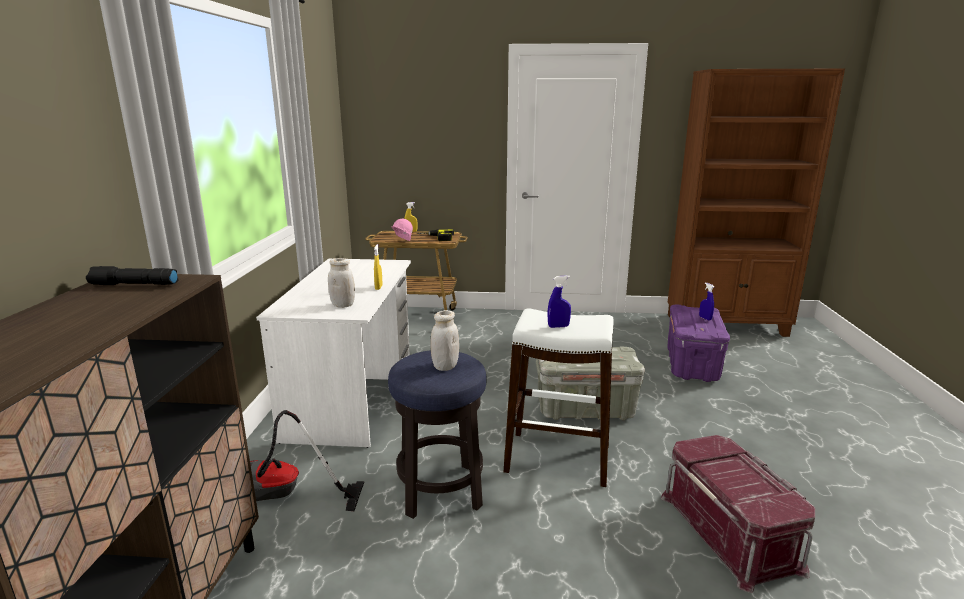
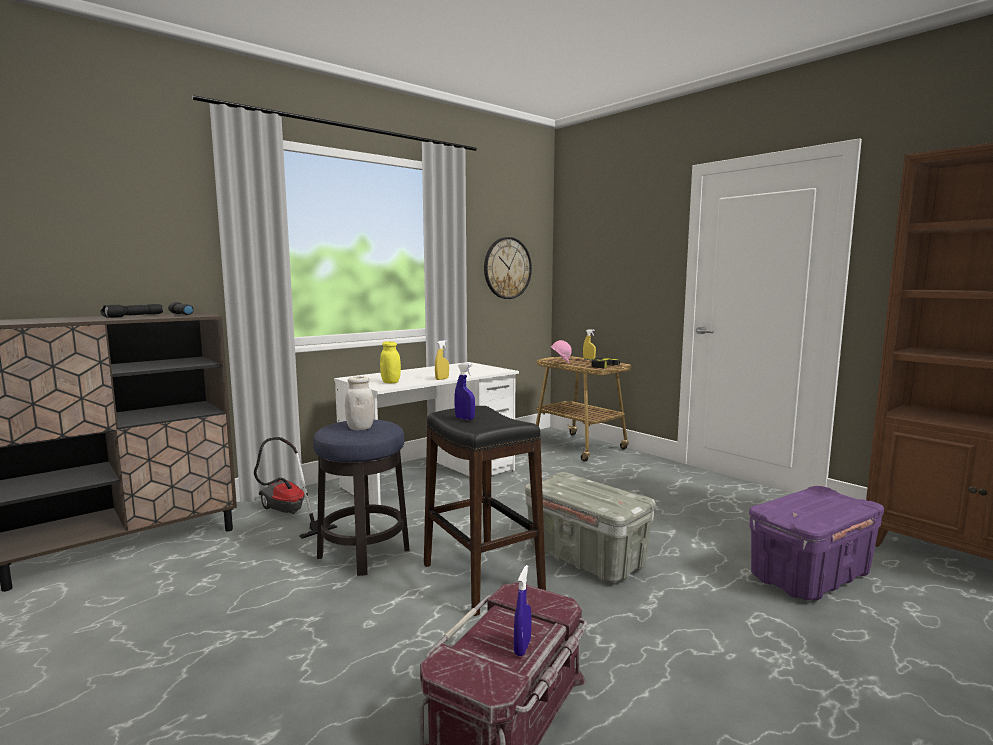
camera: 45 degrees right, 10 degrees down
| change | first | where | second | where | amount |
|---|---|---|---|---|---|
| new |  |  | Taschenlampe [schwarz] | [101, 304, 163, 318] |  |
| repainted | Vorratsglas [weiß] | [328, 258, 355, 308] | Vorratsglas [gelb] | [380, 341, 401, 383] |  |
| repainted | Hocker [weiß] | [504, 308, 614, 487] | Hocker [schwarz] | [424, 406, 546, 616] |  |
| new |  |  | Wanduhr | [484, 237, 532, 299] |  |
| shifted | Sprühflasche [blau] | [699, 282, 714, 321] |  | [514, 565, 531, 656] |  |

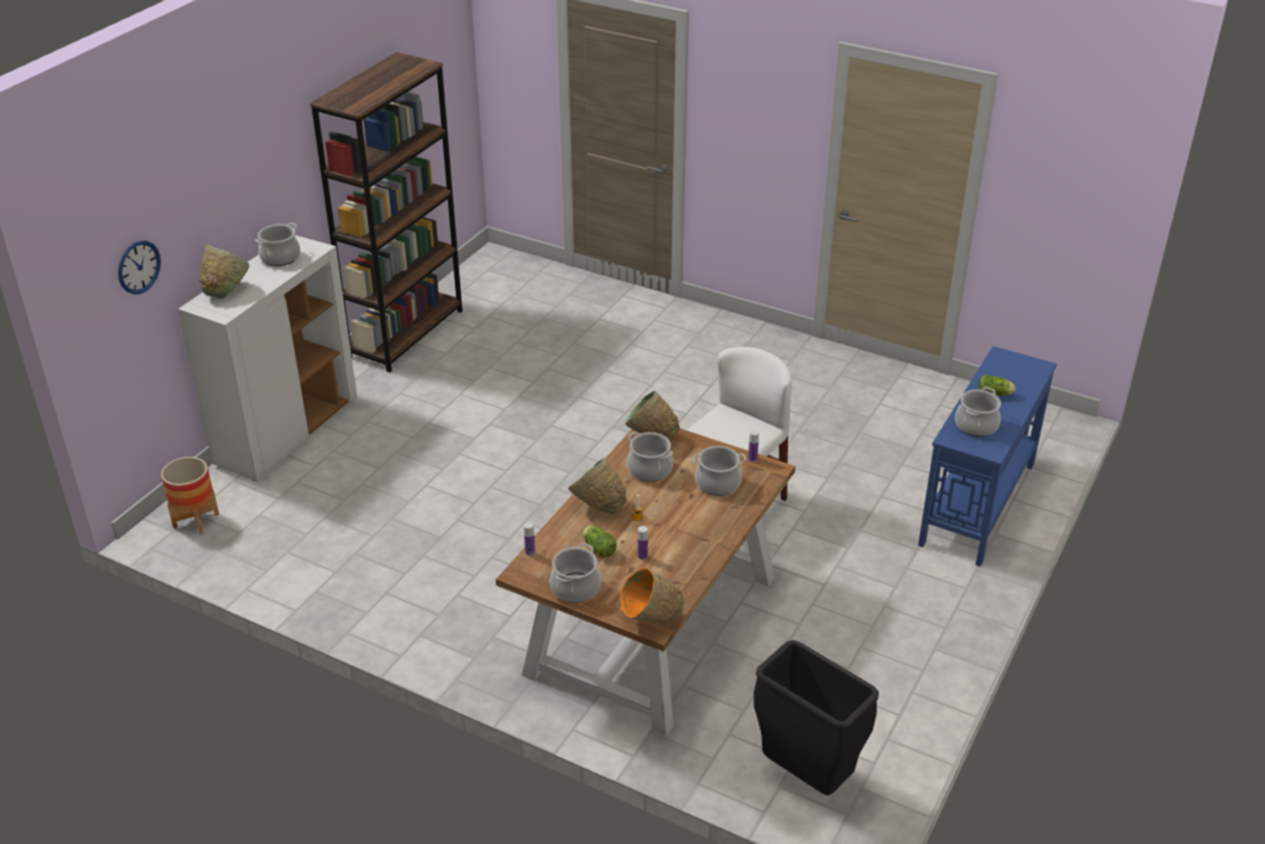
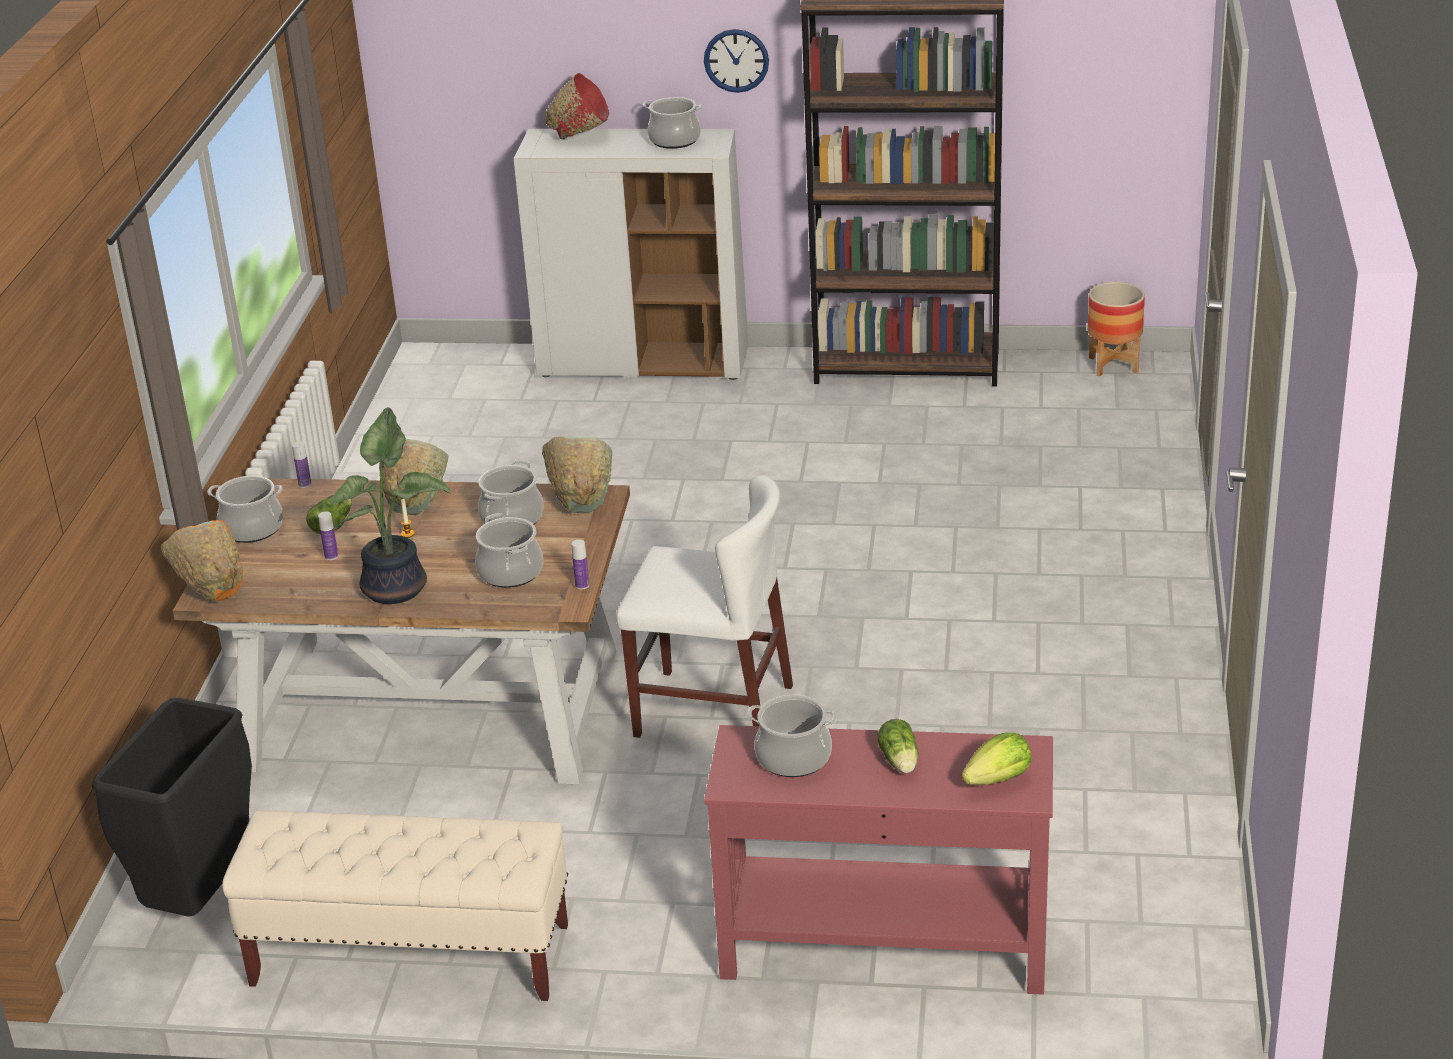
camera: 70 degrees right, 5 degrees down
| change | first | where | second | where | amount |
|---|---|---|---|---|---|
| new |  |  | Bank [beige] | [222, 810, 568, 1001] |  |
| new |  |  | Topfpflanze | [331, 407, 451, 604] |  |
| repainted | Schüssel [grün] | [199, 245, 249, 299] | Schüssel [rot] | [546, 73, 609, 140] |  |
| shifted | Wanduhr | [118, 240, 161, 294] |  | [704, 29, 769, 93] |  |
| repainted | Konsolentisch [blau] | [918, 346, 1057, 567] | Konsolentisch [rot] | [704, 725, 1053, 995] |  |
| new |  |  | Salatkopf | [962, 733, 1032, 785] |  |
| shifted | Pflanzkübel | [161, 457, 219, 535] |  | [1088, 282, 1145, 377] |  |

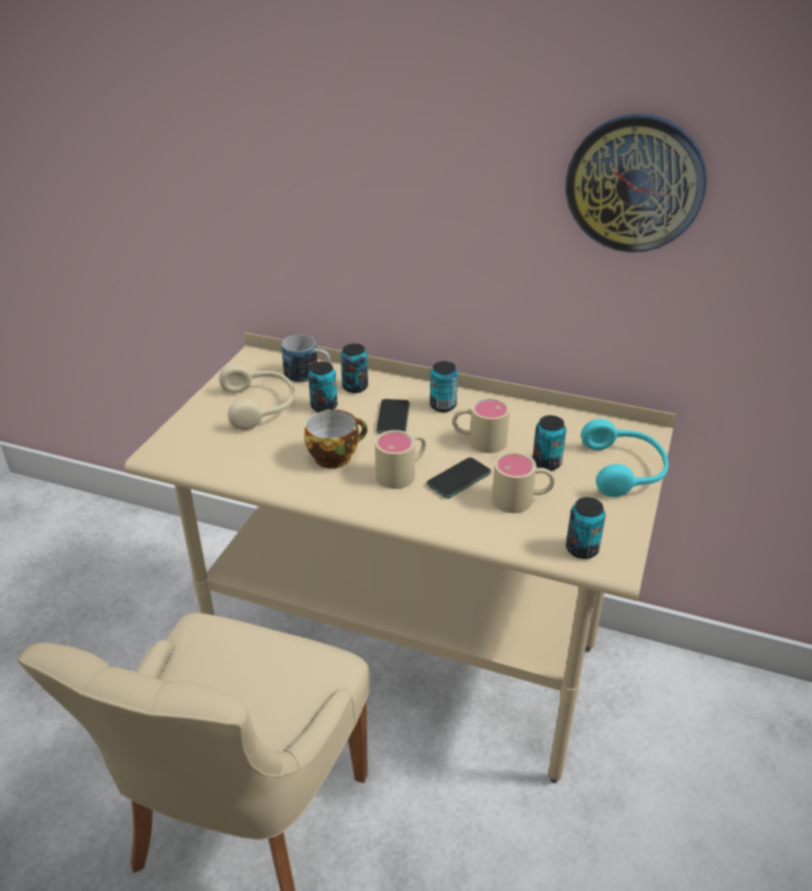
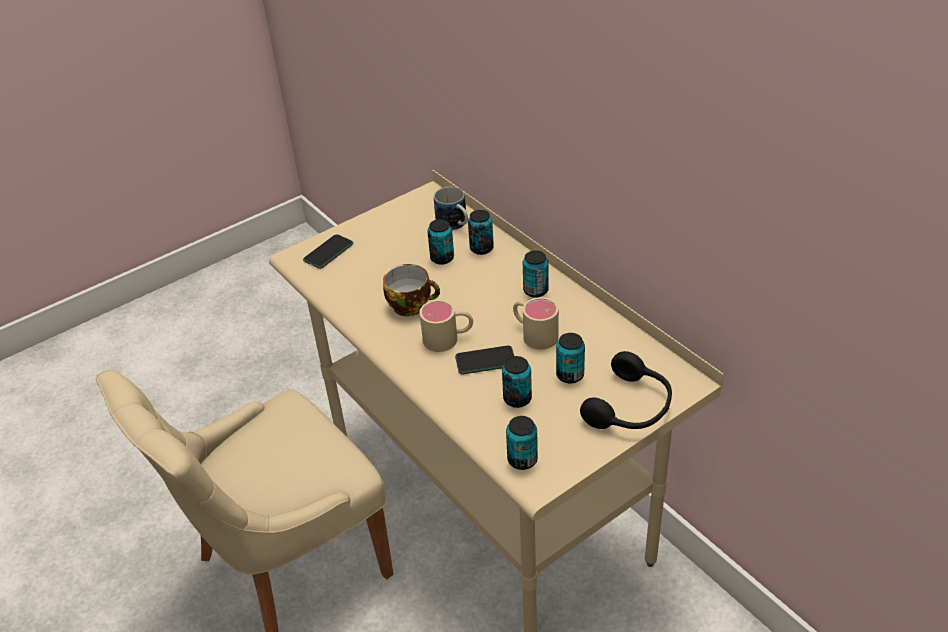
camera: 35 degrees right, 5 degrees up
| change | first | where | second | where | amount |
|---|---|---|---|---|---|
| shifted | Handy | [376, 399, 410, 434] |  | [303, 234, 353, 269] |  |
| swapped | Henkelbecher [beige] | [492, 452, 555, 513] | Dose | [502, 356, 532, 408] |  |
| repainted | Kopfhörer [türkis] | [581, 419, 668, 497] | Kopfhörer [schwarz] | [580, 351, 672, 429] |  |
| gone | Kopfhörer [beige] | [219, 364, 295, 430] |  |  |  |
| gone | Wanduhr | [566, 114, 707, 252] |  |  |  |

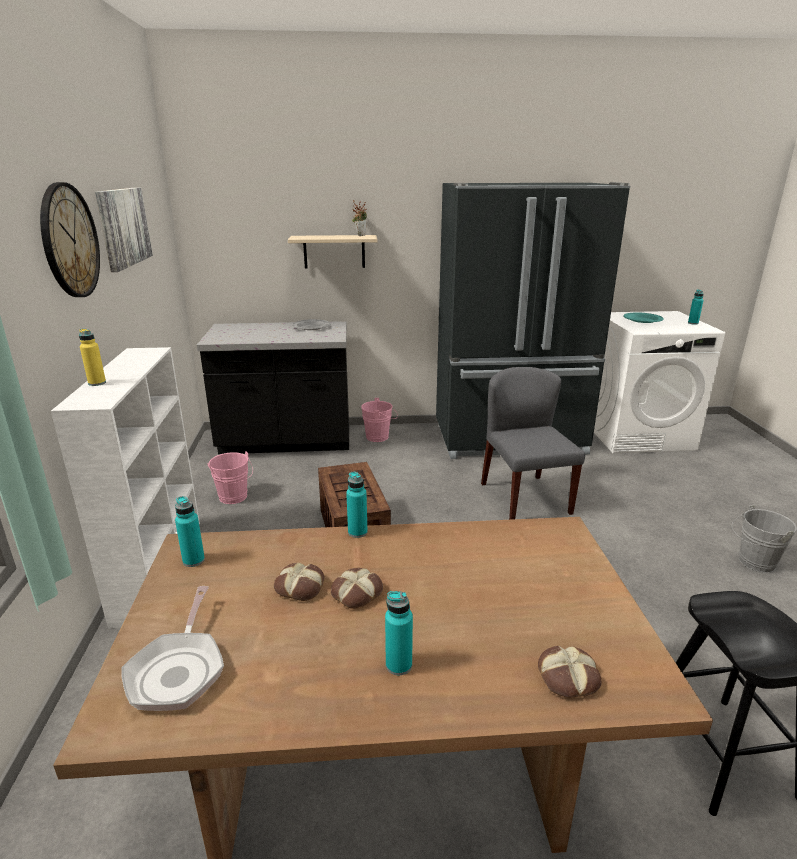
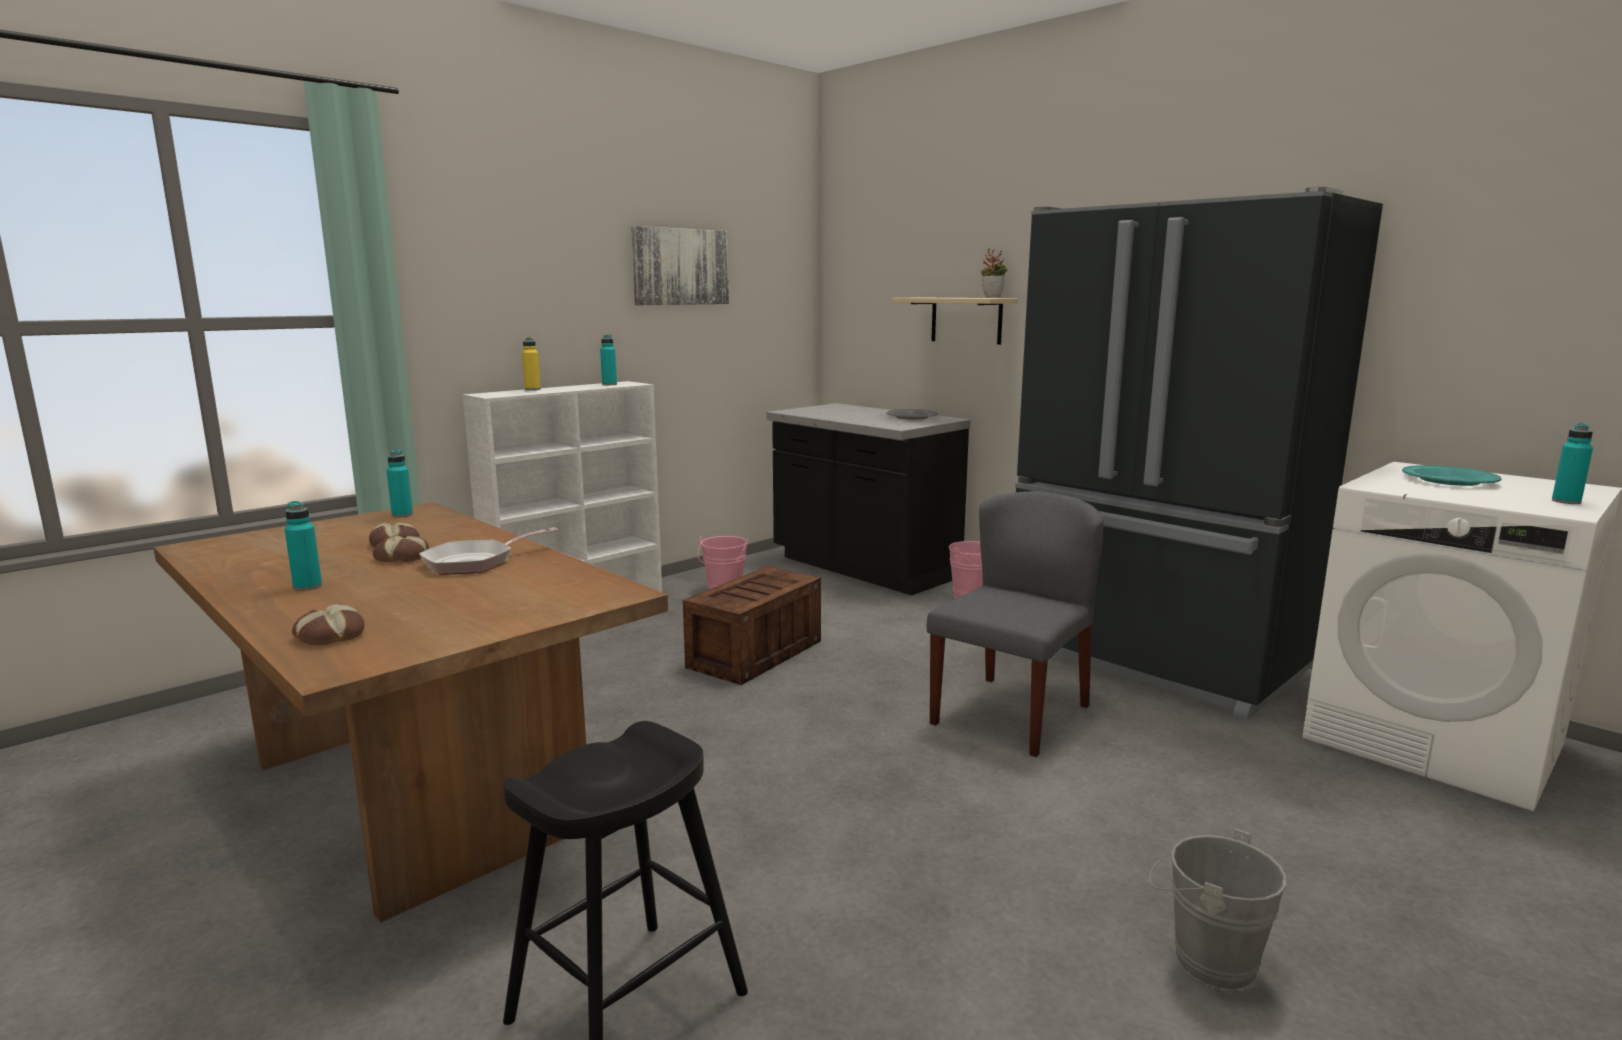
camera: 50 degrees right, 10 degrees down
| change | first | where | second | where | amount |
|---|---|---|---|---|---|
| shifted | Pfanne | [121, 586, 224, 711] |  | [419, 527, 558, 575] |  |
| shifted | Flasche [türkis] | [346, 471, 368, 538] |  | [600, 334, 617, 385] |  |
| gone | Wanduhr | [40, 182, 100, 297] |  |  |  |

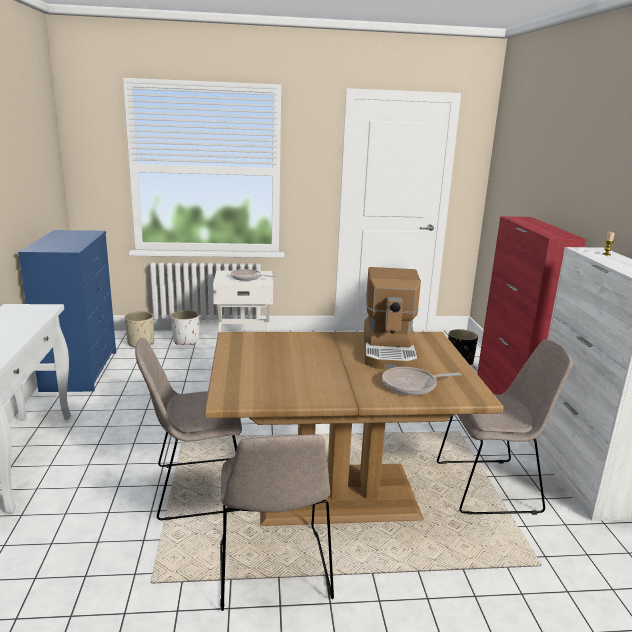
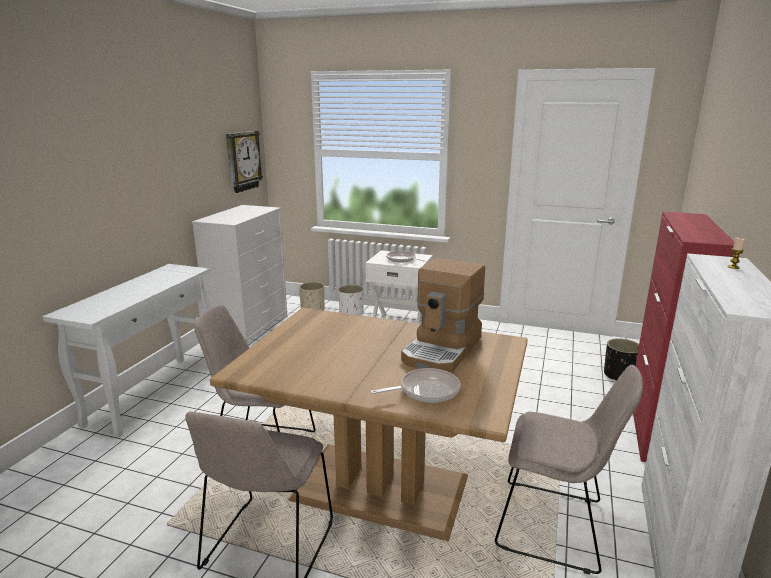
camera: 25 degrees right, 0 degrees up
| change | first | where | second | where | amount |
|---|---|---|---|---|---|
| repainted | Kommode [blau] | [18, 230, 116, 392] | Kommode [weiß] | [192, 205, 287, 344] |  |
| new |  |  | Wanduhr | [226, 131, 263, 193] |  |
| rotated | Pfanne | [382, 367, 462, 395] |  | [371, 368, 460, 403] | 150 degrees clockwise |

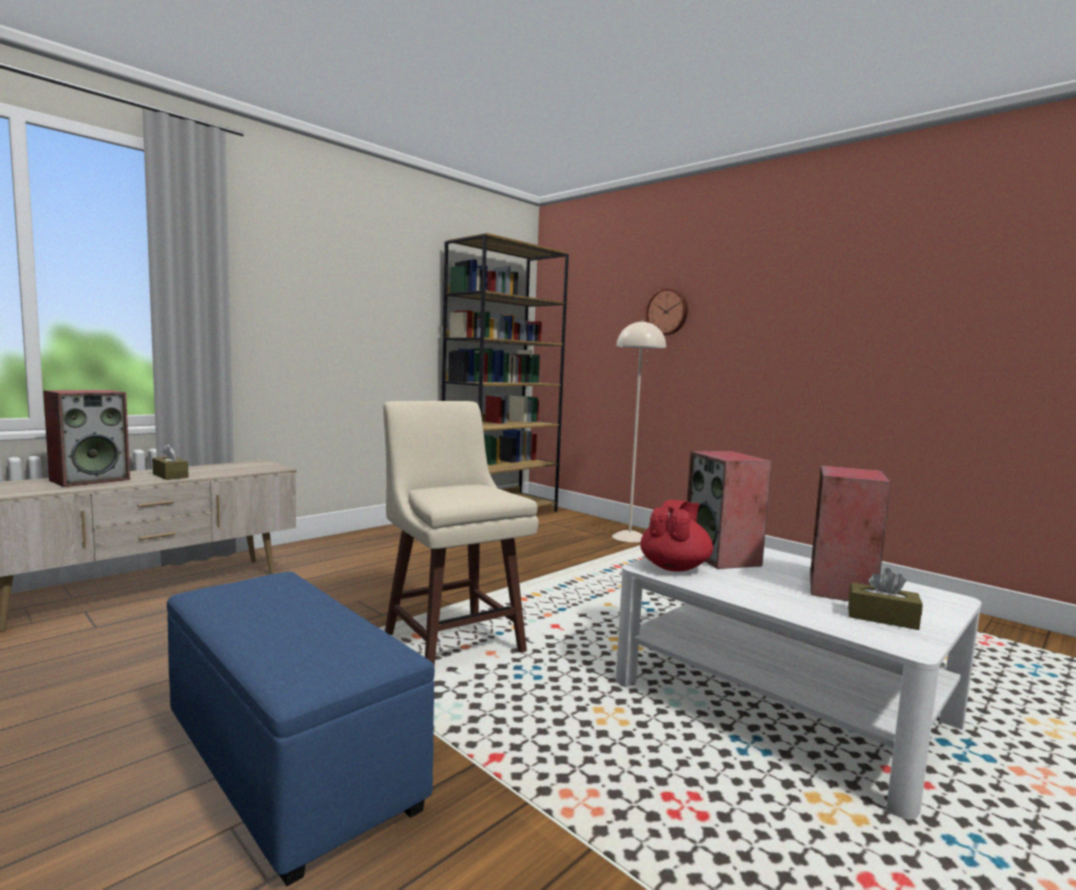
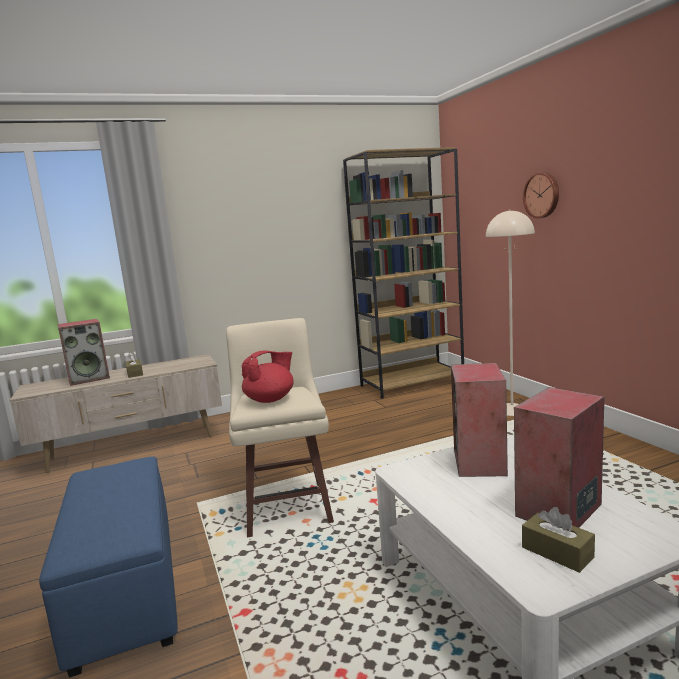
camera: 25 degrees right, 5 degrees up
| change | first | where | second | where | amount |
|---|---|---|---|---|---|
| shifted | Teekanne [rot] | [640, 500, 713, 571] |  | [241, 351, 294, 403] |  |

